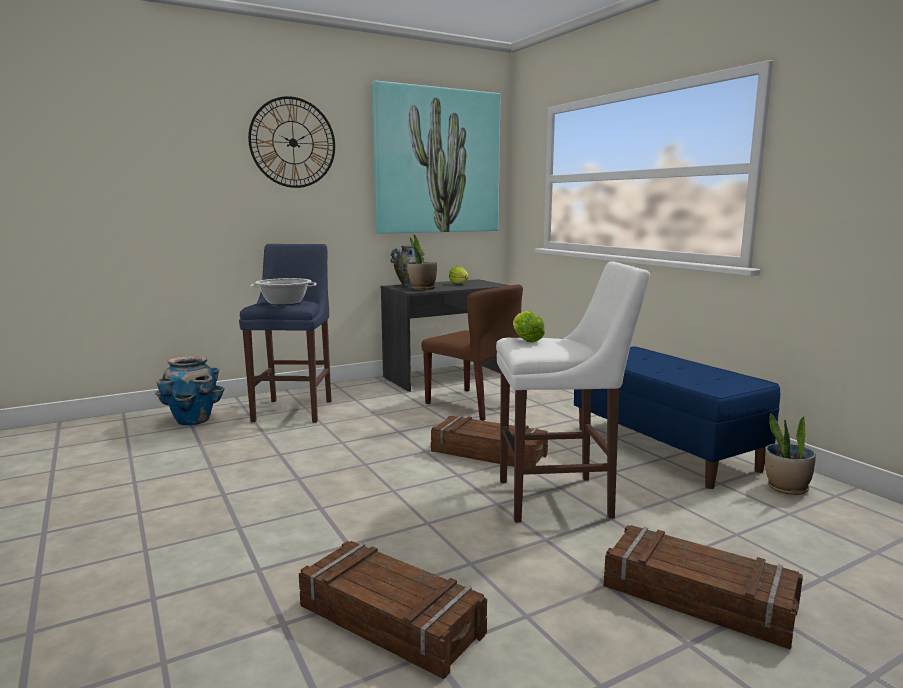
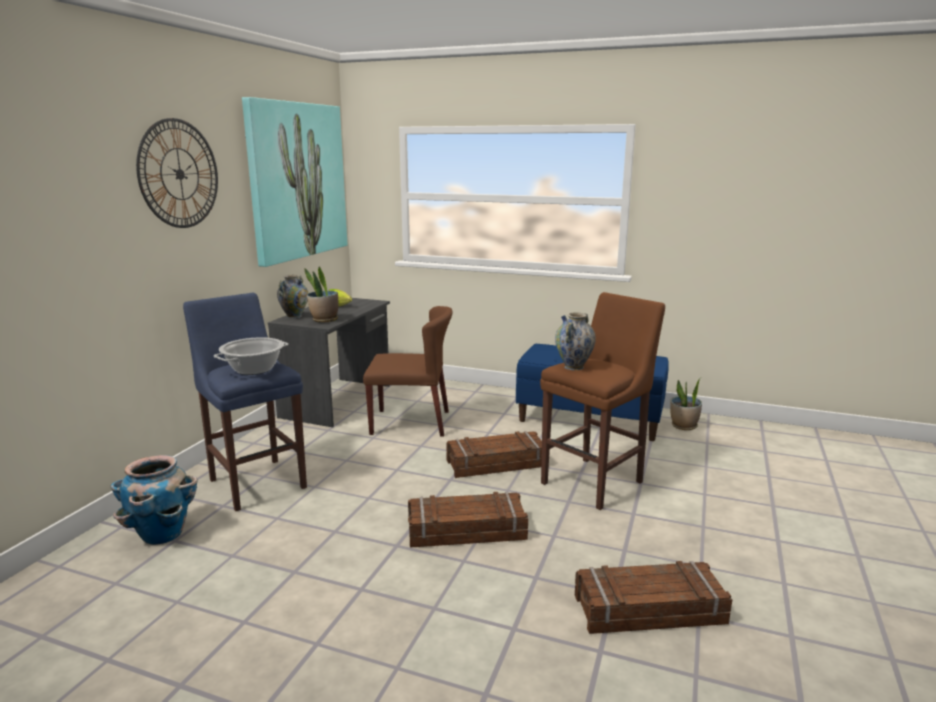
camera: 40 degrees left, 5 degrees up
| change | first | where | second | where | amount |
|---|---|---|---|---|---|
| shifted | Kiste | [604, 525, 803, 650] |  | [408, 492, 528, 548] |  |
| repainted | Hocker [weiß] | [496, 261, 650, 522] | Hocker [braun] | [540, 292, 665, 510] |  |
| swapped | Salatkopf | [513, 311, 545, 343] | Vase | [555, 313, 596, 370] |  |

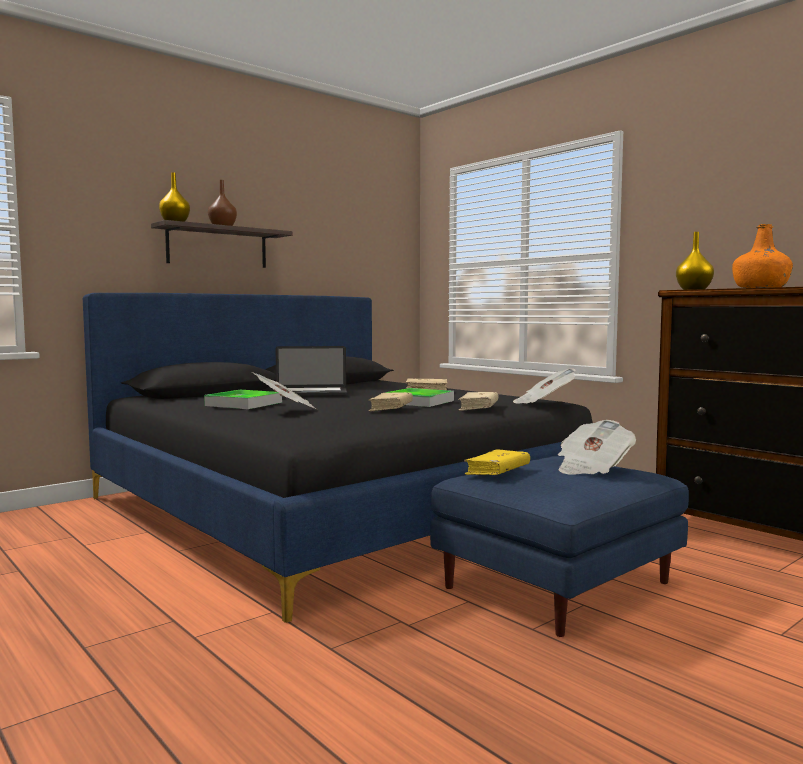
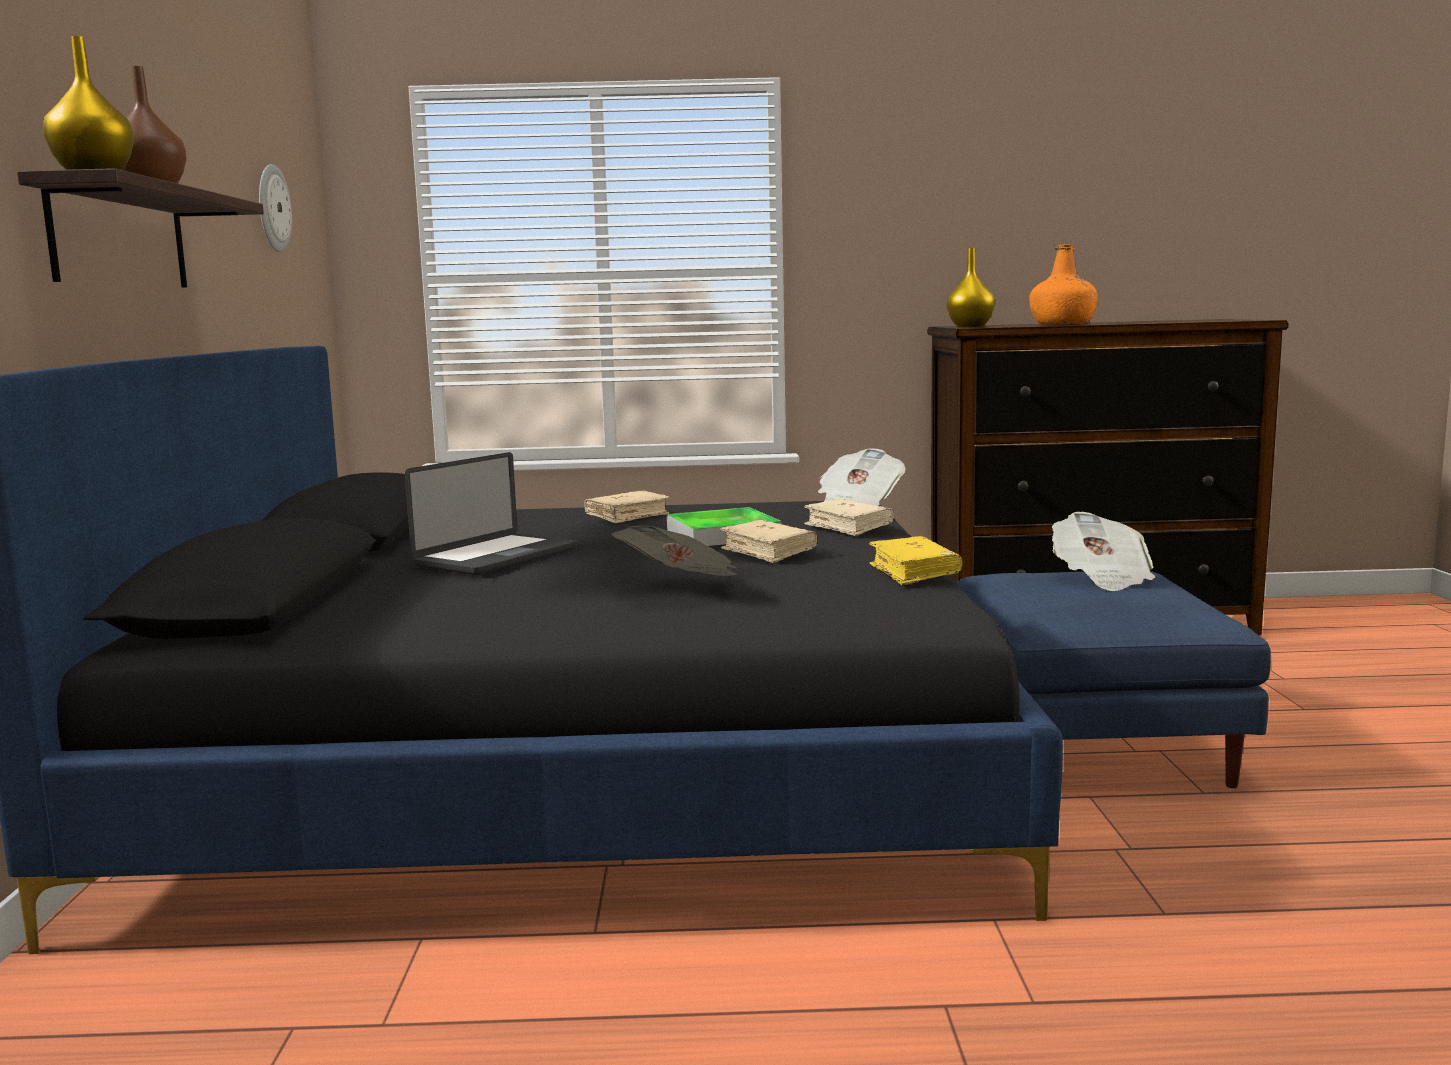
camera: 50 degrees left, 5 degrees up
| change | first | where | second | where | amount |
|---|---|---|---|---|---|
| new |  |  | Wanduhr | [259, 164, 292, 252] |  |
| shifted | Buch [gelb] | [464, 449, 530, 475] |  | [869, 536, 962, 585] |  |
| gone | Tablett | [204, 390, 282, 409] |  |  |  |

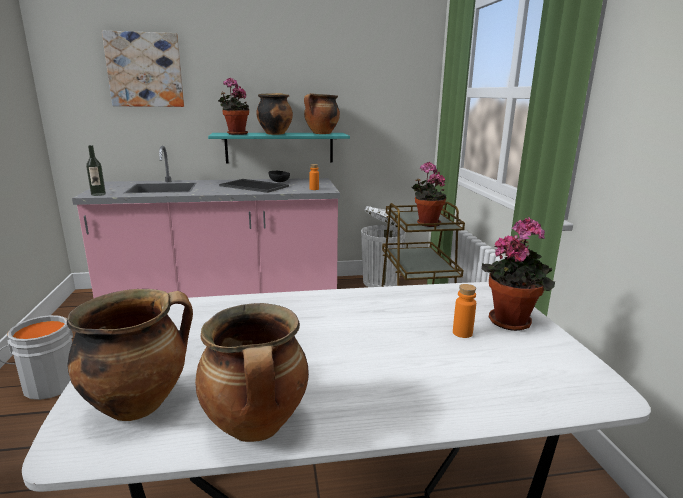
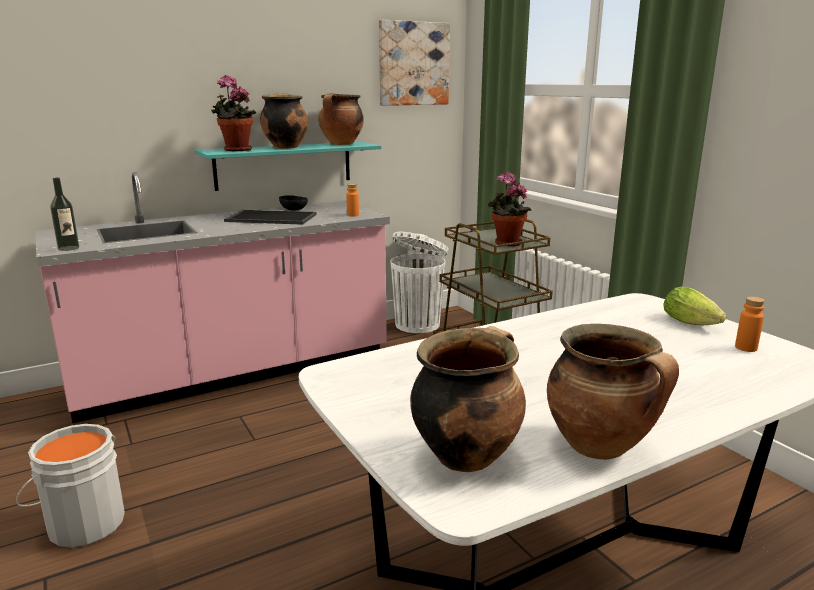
camera: 20 degrees left, 0 degrees up
| change | first | where | second | where | amount |
|---|---|---|---|---|---|
| shifted | Bild | [102, 31, 184, 107] |  | [379, 20, 450, 106] |  |
| swapped | Topfpflanze | [482, 217, 555, 331] | Salatkopf | [663, 287, 727, 325] |  |
| shifted | Flasche [orange] | [453, 284, 476, 338] |  | [735, 296, 765, 352] |  |

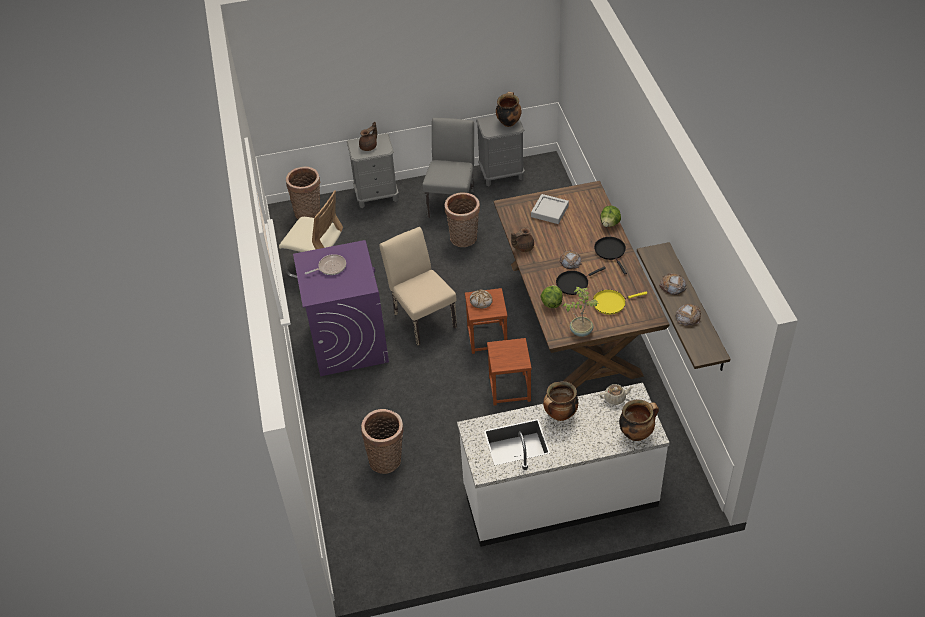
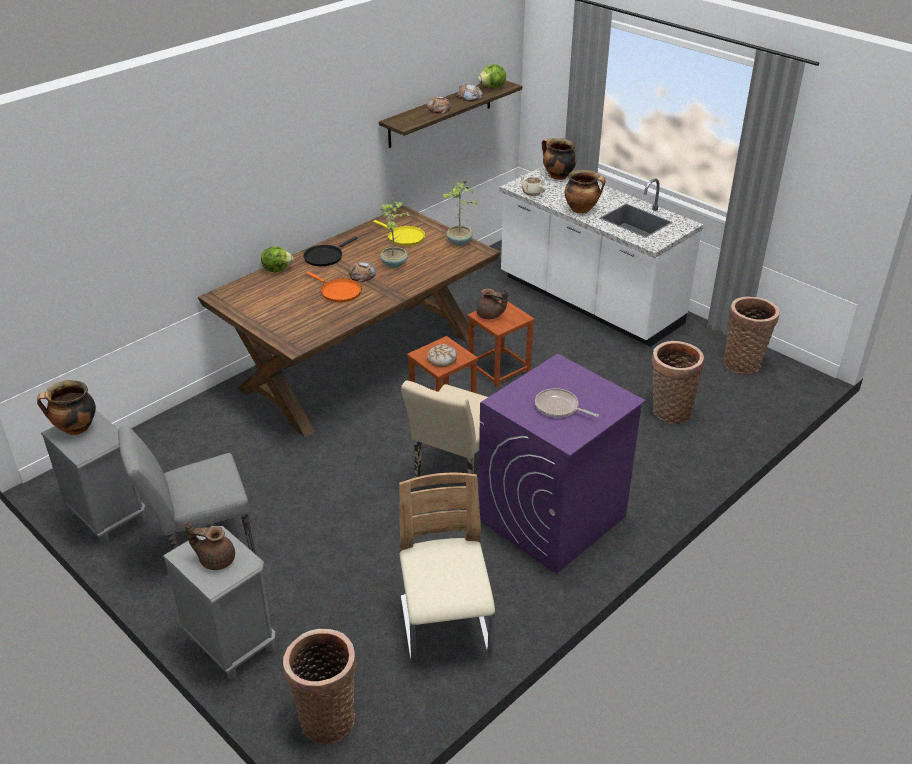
camera: 125 degrees left, 10 degrees down
| change | first | where | second | where | amount |
|---|---|---|---|---|---|
| new |  |  | Pfanne [orange] | [306, 272, 362, 302] |  |
| swapped | Pfanne [schwarz] | [556, 267, 606, 295] | Topfpflanze | [380, 201, 409, 268] |  |
| shifted | Teekanne [braun] | [511, 227, 534, 252] |  | [476, 288, 508, 319] |  |
| shifted | Salatkopf | [540, 285, 563, 308] |  | [478, 64, 506, 88] |  |
| shifted | Korb | [445, 192, 480, 247] |  | [724, 297, 780, 374] |  |
| gone | Tablett [grau] | [531, 194, 569, 224] |  |  |  |

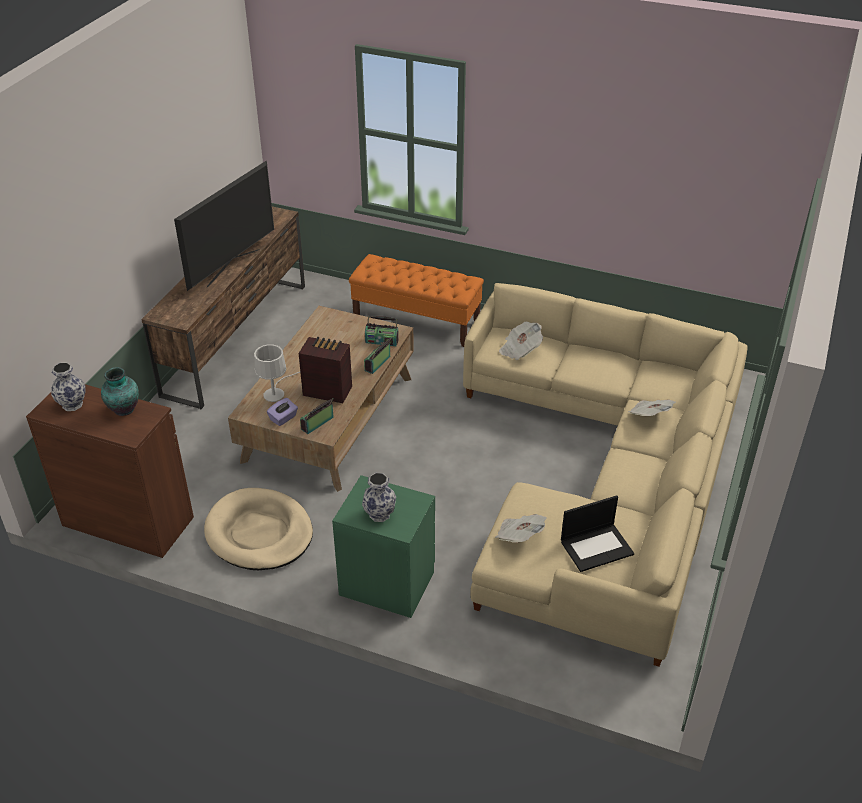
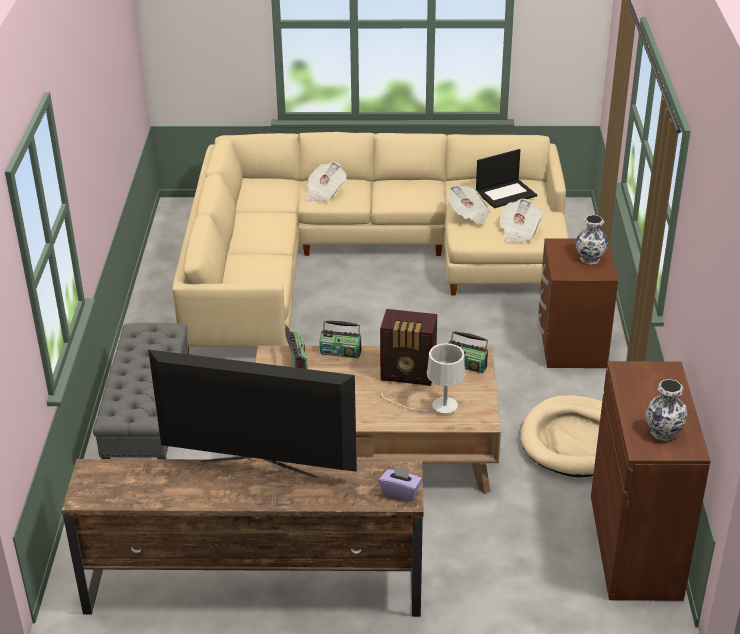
camera: 110 degrees left, 5 degrees down
| change | first | where | second | where | amount |
|---|---|---|---|---|---|
| repainted | Bank [orange] | [349, 254, 484, 347] | Bank [grau] | [93, 323, 189, 459] |  |
| shifted | Taschentuchbox [lila] | [267, 398, 298, 426] |  | [379, 466, 422, 501] |  |
| rotated | Radio | [299, 337, 352, 403] |  | [380, 309, 437, 386] | 75 degrees counterclockwise |
| shifted | Zeitung | [499, 321, 543, 361] |  | [448, 185, 491, 225] |  |
| rotated | Laptop | [561, 495, 634, 572] |  | [476, 149, 537, 208] | 105 degrees clockwise |
| repainted | Nachttisch [grün] | [332, 475, 435, 618] | Nachttisch [braun] | [537, 238, 618, 368] |  |
| gone | Vase | [101, 367, 139, 416] |  |  |  |

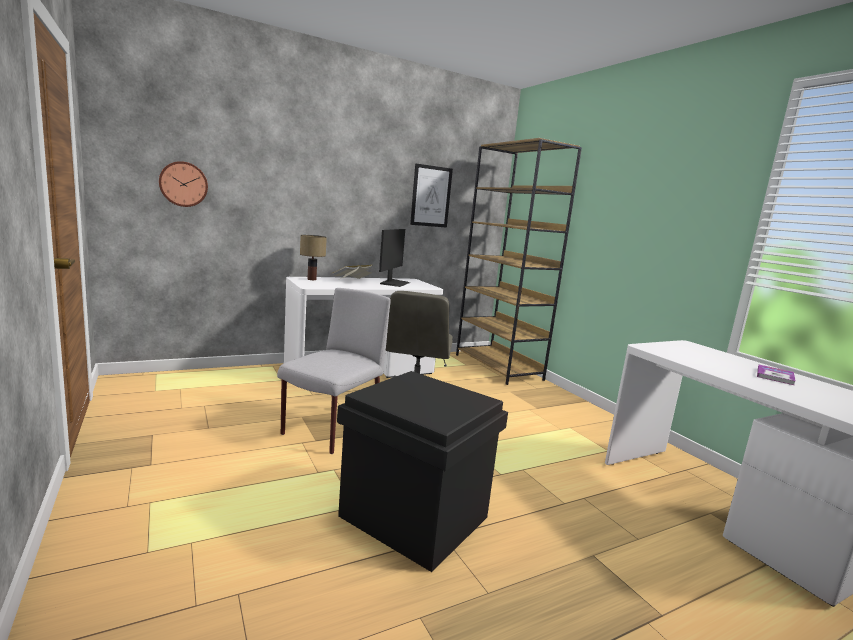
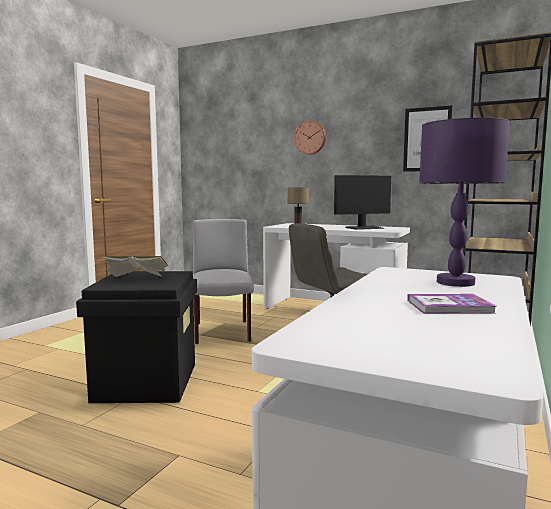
camera: 55 degrees right, 5 degrees down
| change | first | where | second | where | amount |
|---|---|---|---|---|---|
| shifted | Buch | [332, 265, 372, 279] |  | [102, 255, 168, 277] |  |
| rotated | Stuhl [grau] | [277, 288, 391, 454] |  | [193, 219, 254, 345] | 90 degrees counterclockwise |
| shifted | Wanduhr | [159, 161, 208, 207] |  | [294, 121, 326, 155] |  |
| new |  |  | Tischlampe [lila] | [419, 117, 510, 287] |  |

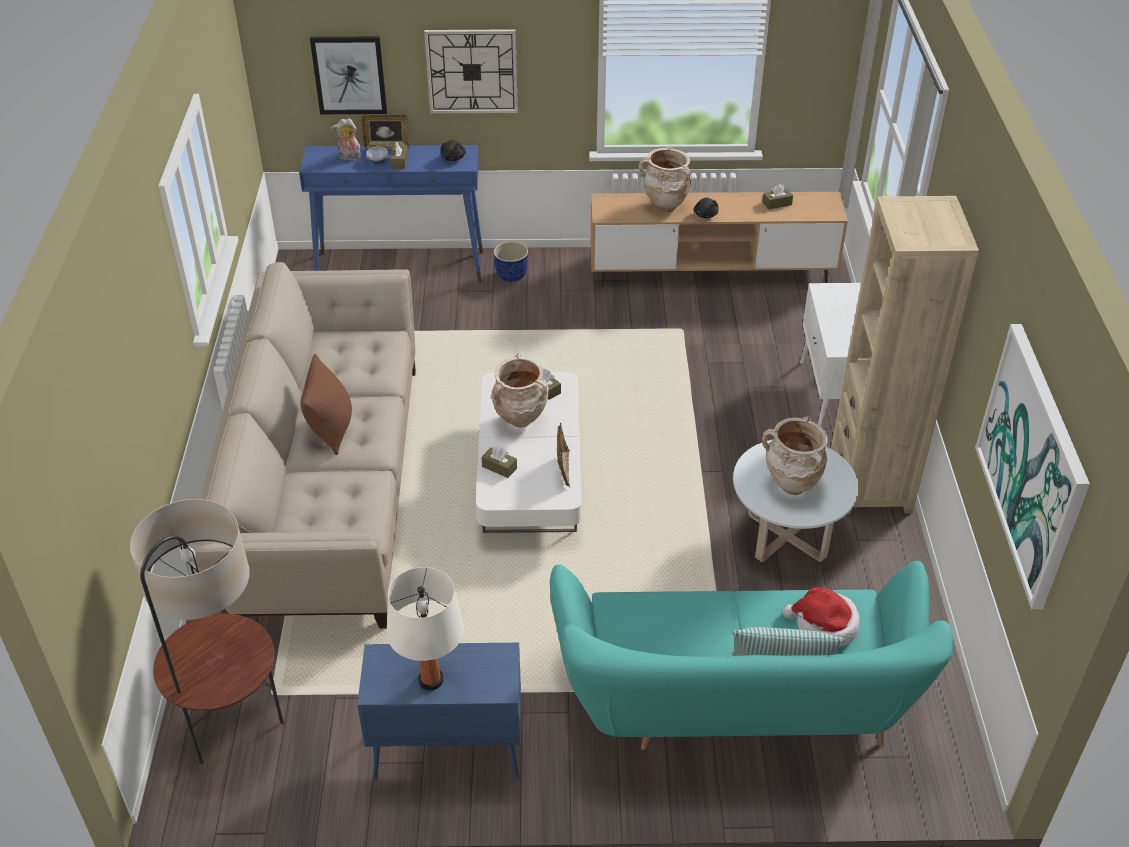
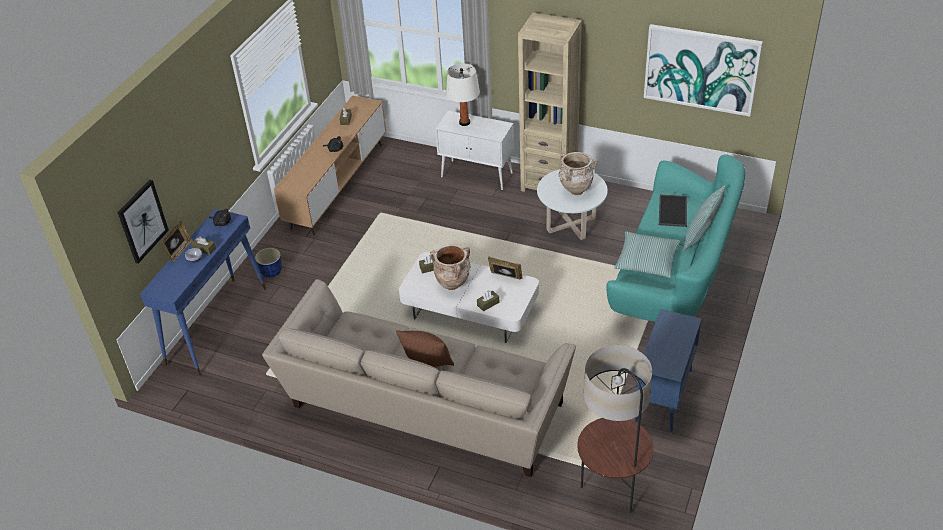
camera: 65 degrees left, 0 degrees up
| change | first | where | second | where | amount |
|---|---|---|---|---|---|
| shifted | Tischlampe [weiß] | [387, 567, 464, 691] |  | [446, 63, 480, 126] |  |
| new |  |  | Kissen | [614, 231, 680, 278] |  |
| swapped | Hut | [783, 587, 860, 647] | Tablett | [659, 195, 687, 227] |  |
| gone | Plüschtier | [331, 118, 361, 162] |  |  |  |
| gone | Wanduhr | [424, 29, 518, 114] |  |  |  |
| gone | Vase [beige] | [639, 146, 691, 212] |  |  |  |

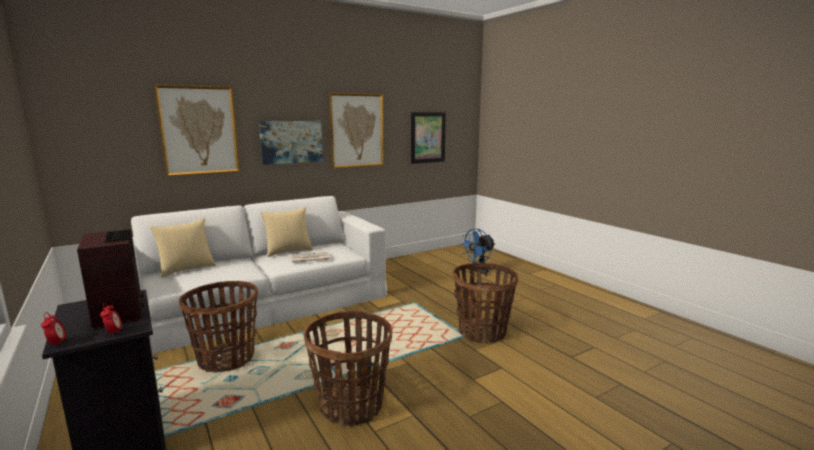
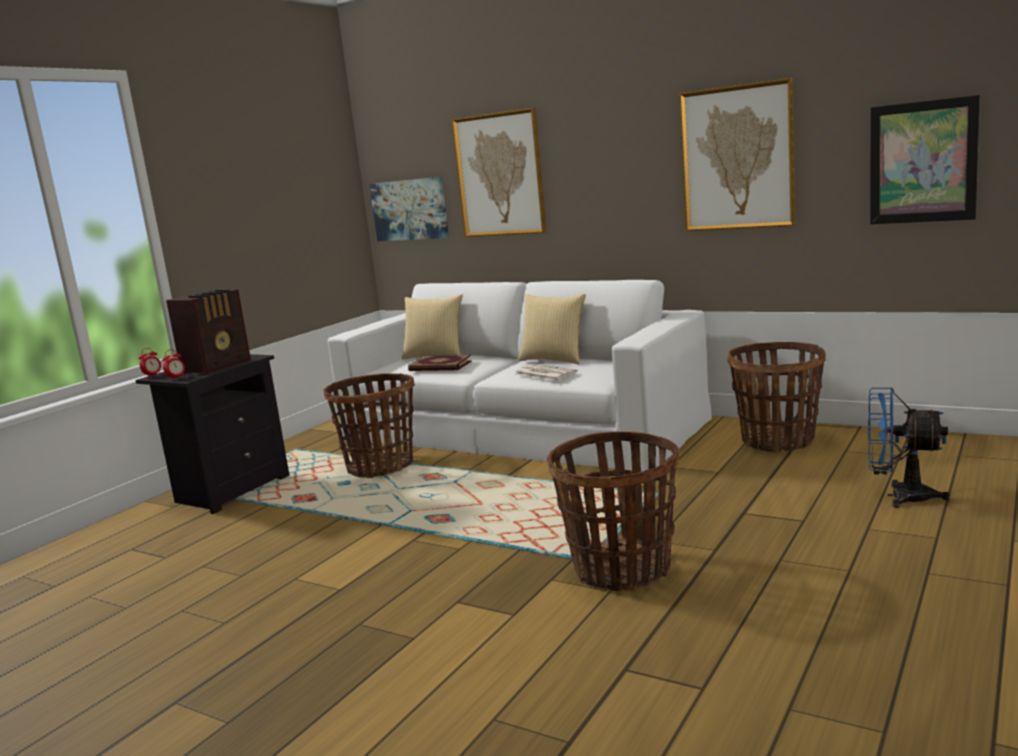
camera: 65 degrees right, 0 degrees up
| change | first | where | second | where | amount |
|---|---|---|---|---|---|
| shifted | Bild | [259, 121, 323, 165] |  | [369, 177, 449, 241] |  |
| new |  |  | Buch | [408, 355, 472, 371] |  |
| shifted | Korb | [304, 311, 392, 426] |  | [728, 342, 826, 453] |  |

